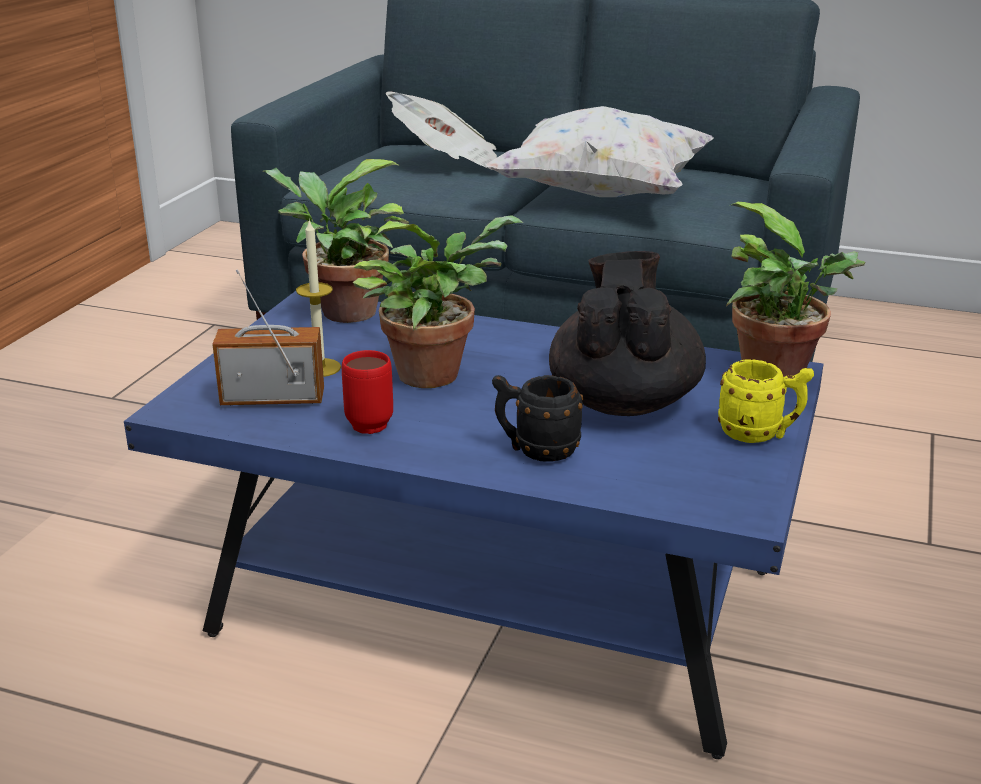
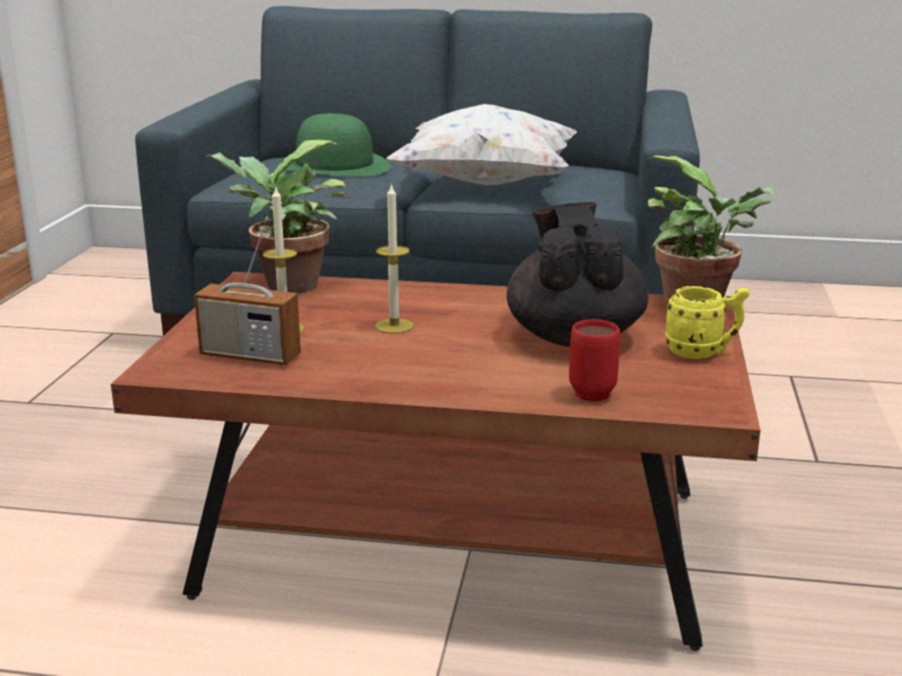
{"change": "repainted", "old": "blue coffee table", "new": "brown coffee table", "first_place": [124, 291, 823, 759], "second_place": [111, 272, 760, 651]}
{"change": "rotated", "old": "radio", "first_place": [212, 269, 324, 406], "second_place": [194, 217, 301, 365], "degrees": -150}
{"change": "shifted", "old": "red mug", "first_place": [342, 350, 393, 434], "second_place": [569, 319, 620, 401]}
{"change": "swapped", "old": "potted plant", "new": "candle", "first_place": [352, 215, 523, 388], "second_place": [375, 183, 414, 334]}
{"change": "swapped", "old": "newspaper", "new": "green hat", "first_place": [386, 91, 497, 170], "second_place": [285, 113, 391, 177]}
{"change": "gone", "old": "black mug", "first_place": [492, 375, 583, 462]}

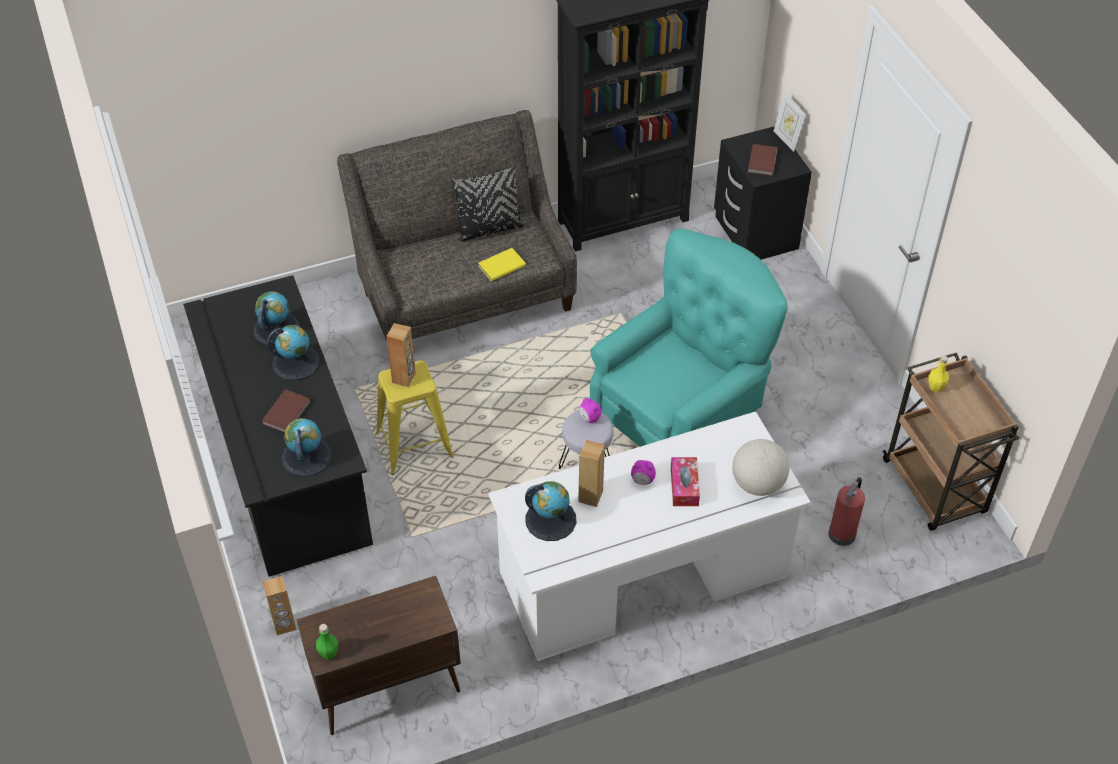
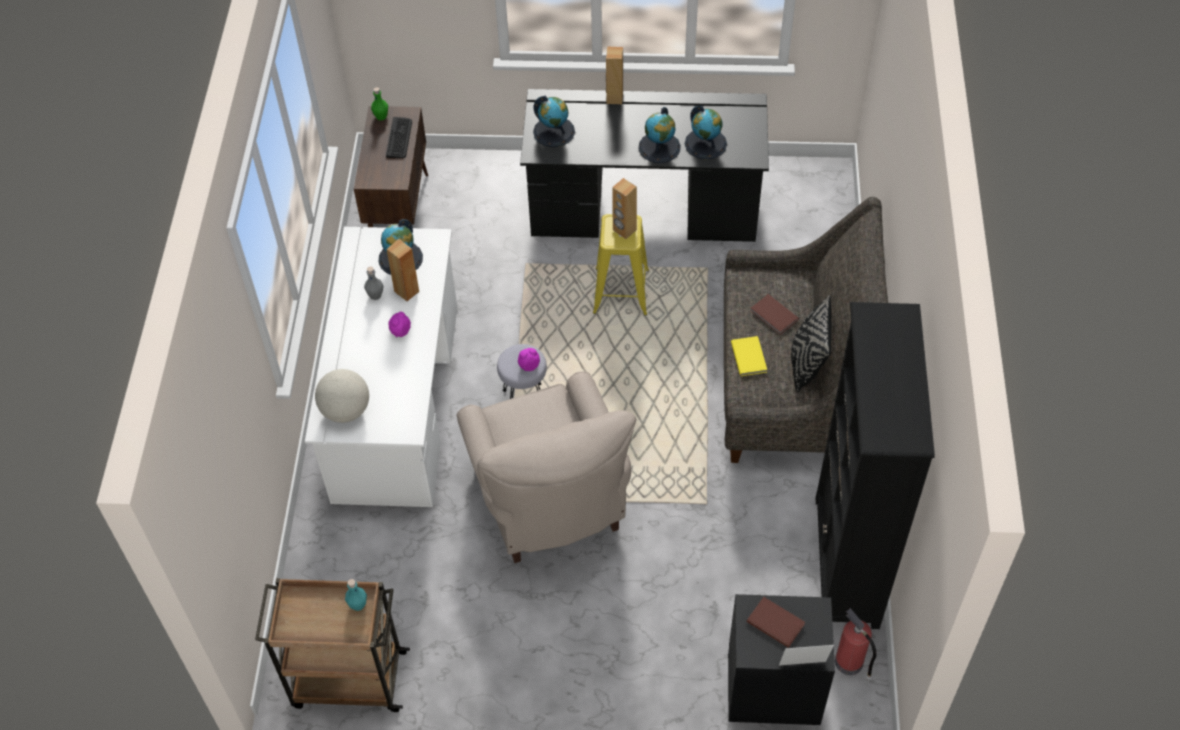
{"change": "shifted", "old": "brown book", "first_place": [261, 389, 311, 433], "second_place": [750, 294, 799, 335]}
{"change": "shifted", "old": "brown speaker", "first_place": [263, 576, 297, 635], "second_place": [606, 46, 623, 105]}
{"change": "repainted", "old": "turquoise armchair", "new": "beige armchair", "first_place": [590, 228, 788, 447], "second_place": [457, 371, 636, 563]}
{"change": "gone", "old": "tissue box", "first_place": [671, 457, 700, 506]}
{"change": "shifted", "old": "fire extinguisher", "first_place": [828, 477, 865, 546], "second_place": [835, 608, 876, 681]}
{"change": "repainted", "old": "yellow bottle", "new": "turquoise bottle", "first_place": [928, 356, 949, 392], "second_place": [345, 579, 367, 611]}
{"change": "new", "new": "grey bottle", "second_place": [364, 267, 383, 300]}
{"change": "new", "new": "keyboard", "second_place": [386, 117, 412, 158]}

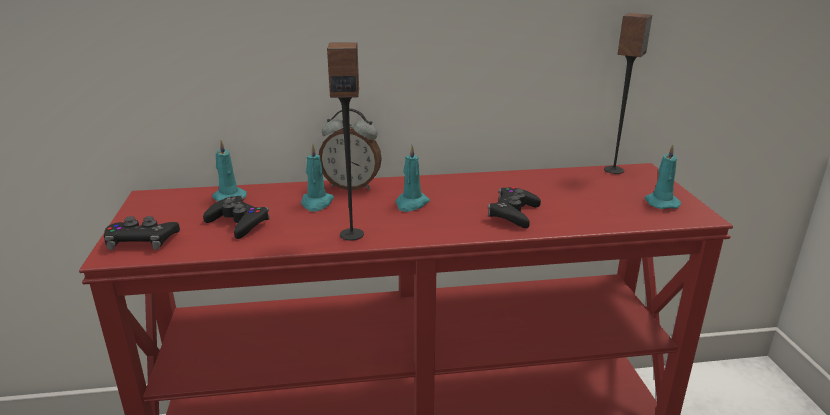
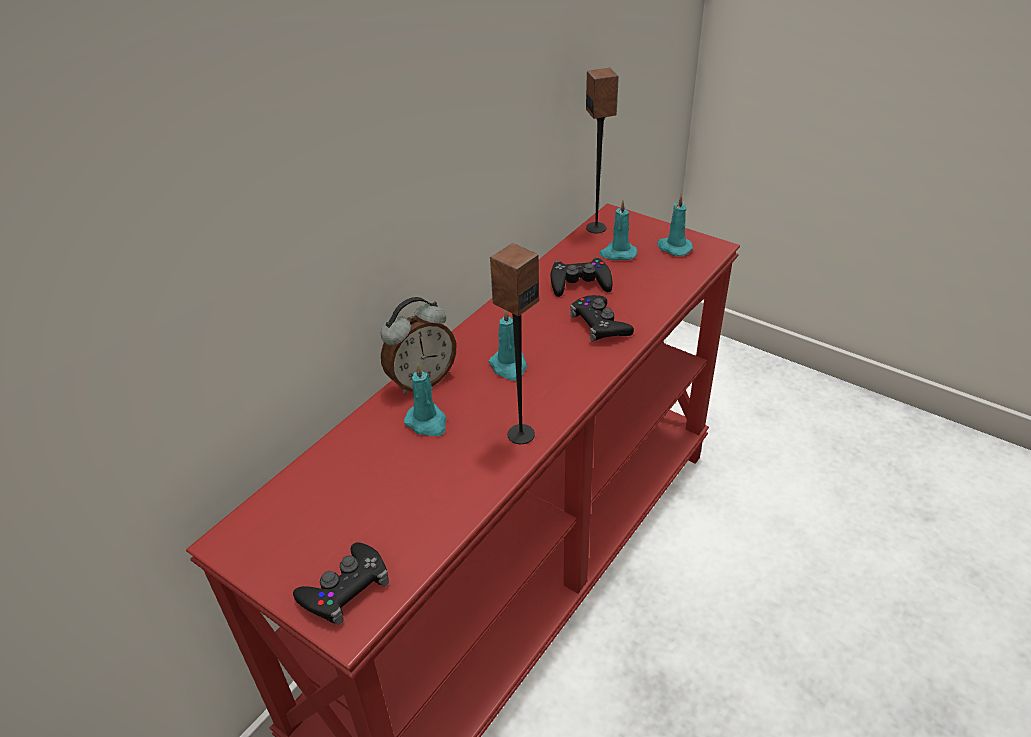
{"change": "shifted", "old": "black game controller", "first_place": [203, 196, 269, 239], "second_place": [550, 258, 612, 297]}
{"change": "shifted", "old": "turquoise candle", "first_place": [212, 140, 247, 202], "second_place": [599, 199, 637, 260]}

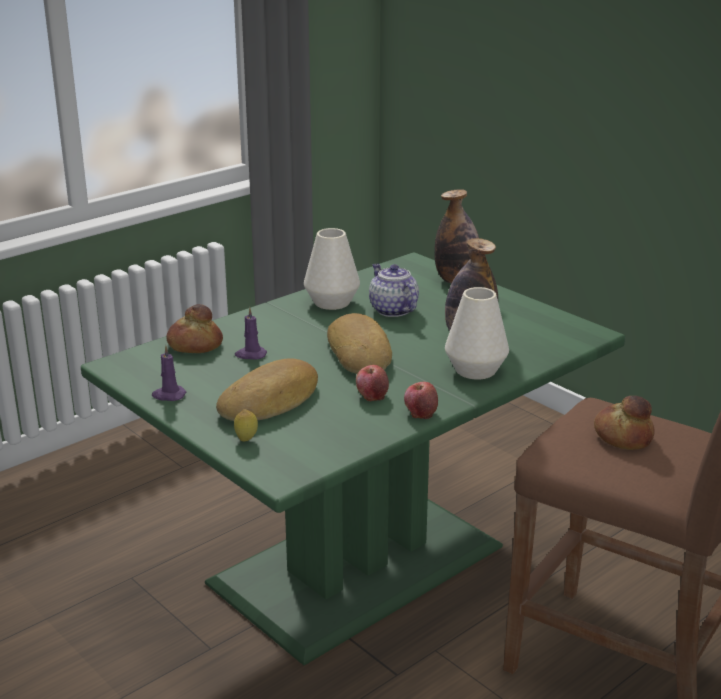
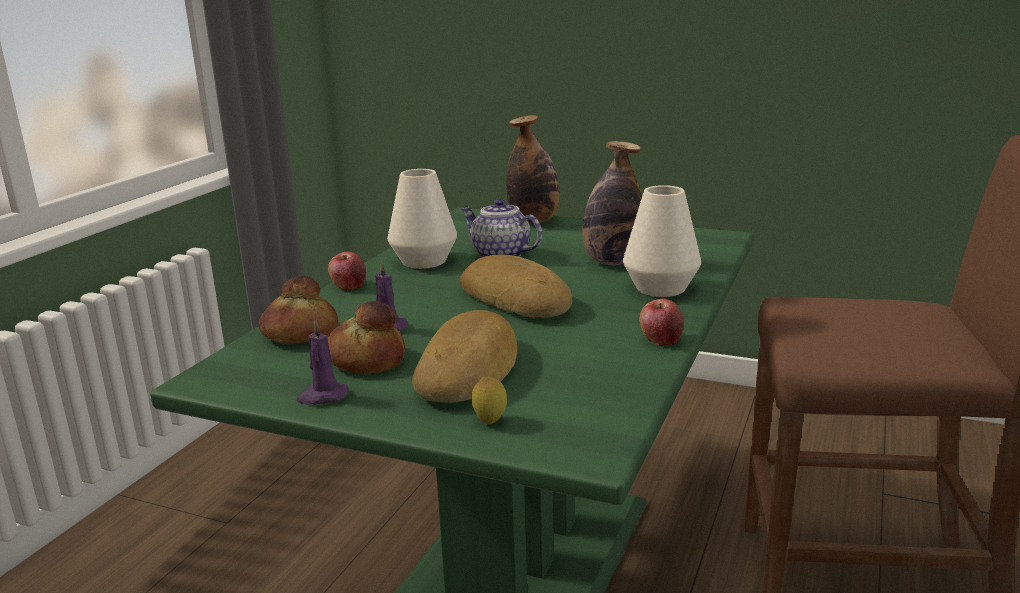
{"change": "shifted", "old": "apple", "first_place": [356, 365, 389, 401], "second_place": [328, 251, 366, 291]}
{"change": "shifted", "old": "bread", "first_place": [594, 396, 654, 450], "second_place": [328, 301, 405, 374]}

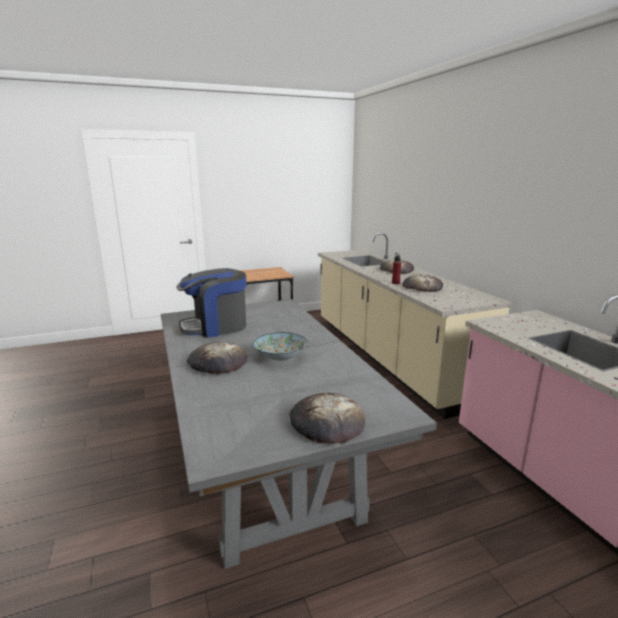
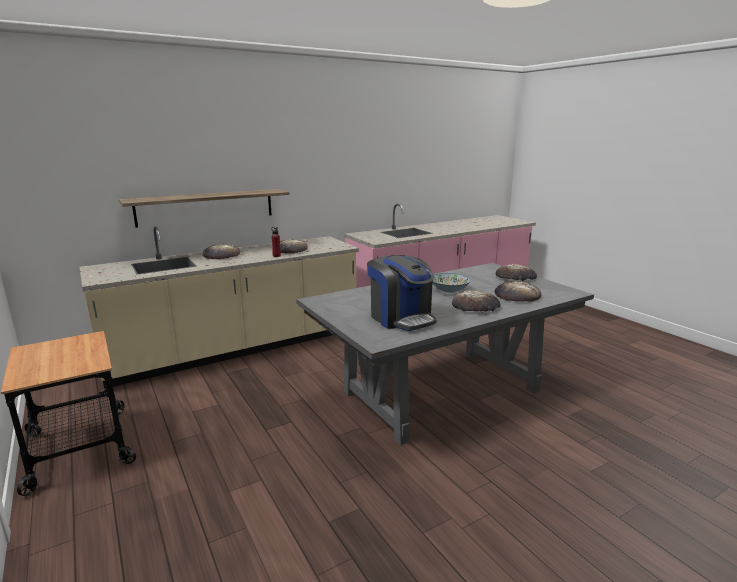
{"change": "new", "new": "shelf", "second_place": [119, 189, 290, 228]}
{"change": "new", "new": "bread", "second_place": [494, 281, 541, 302]}

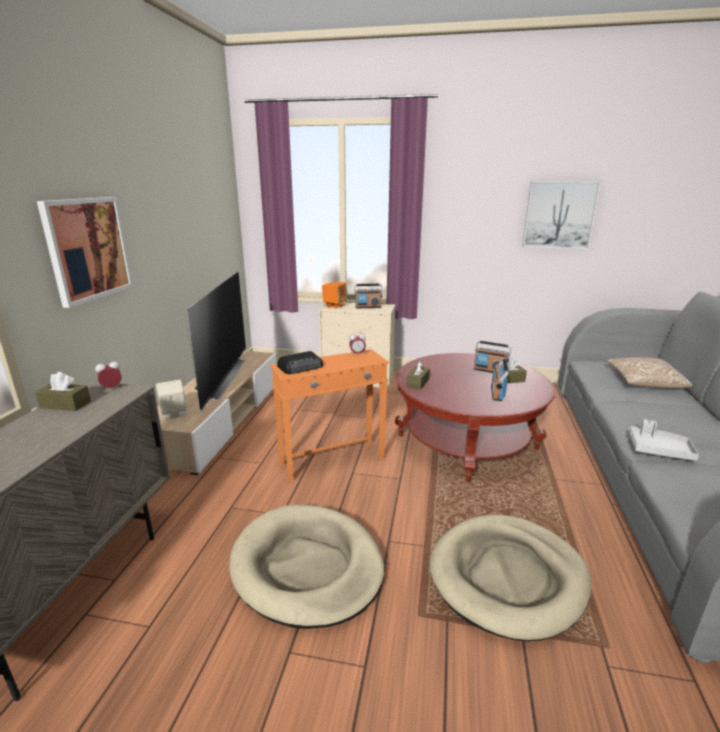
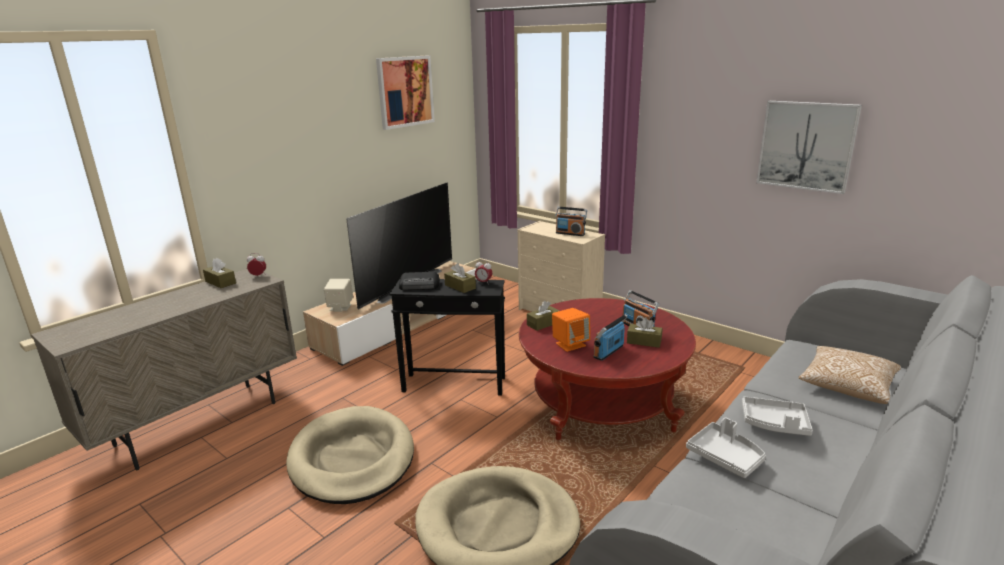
{"change": "shifted", "old": "picture", "first_place": [37, 197, 133, 308], "second_place": [376, 55, 435, 130]}
{"change": "repainted", "old": "orange side table", "new": "black side table", "first_place": [270, 349, 389, 483], "second_place": [390, 279, 505, 395]}
{"change": "shifted", "old": "orange speaker", "first_place": [322, 282, 348, 308], "second_place": [552, 308, 590, 352]}
{"change": "new", "new": "brown tissue box", "second_place": [444, 263, 476, 293]}
{"change": "new", "new": "grey tray", "second_place": [742, 396, 813, 436]}

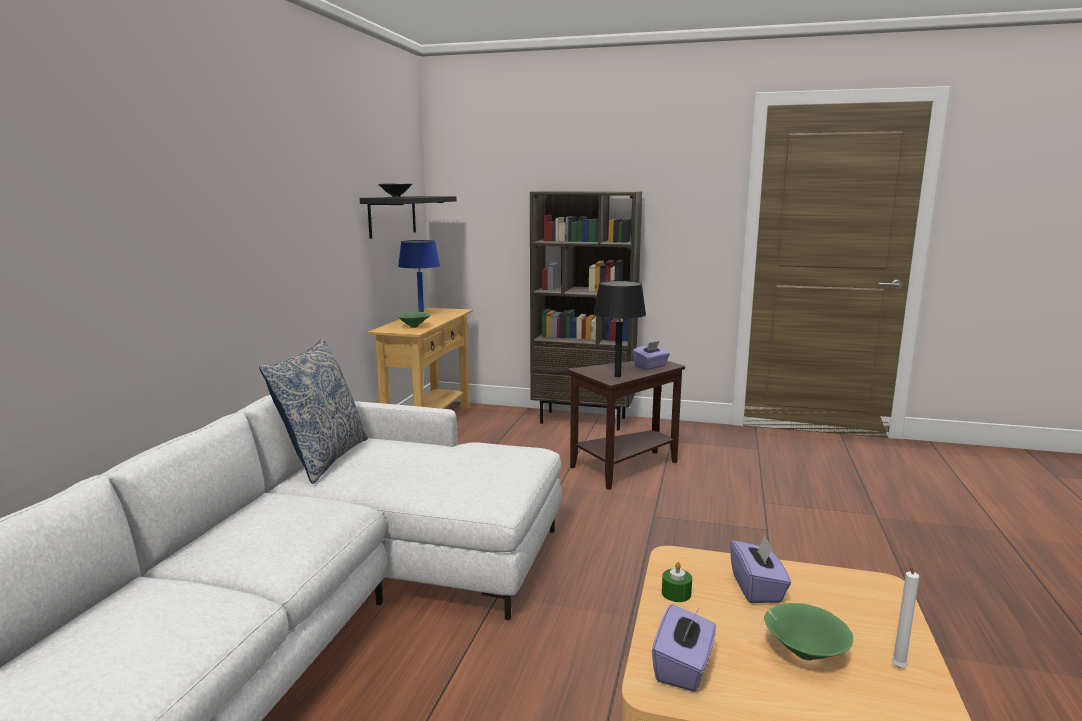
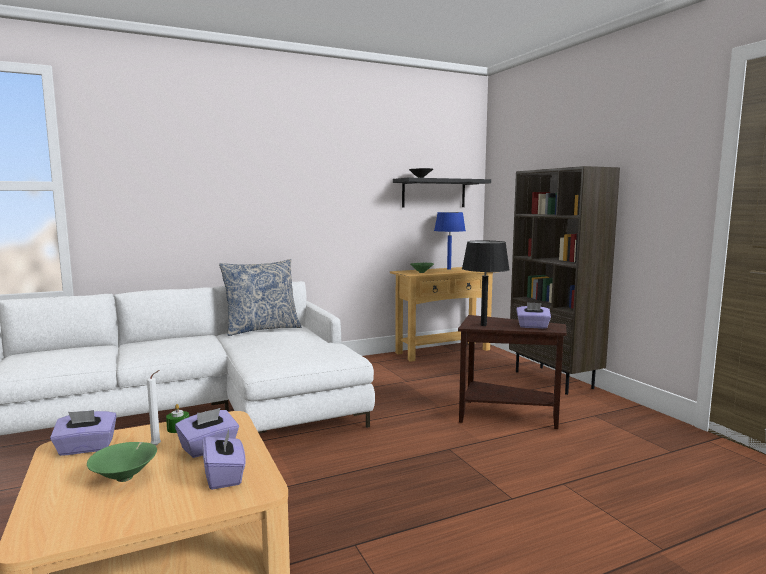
{"change": "shifted", "old": "white candle", "first_place": [892, 557, 919, 668], "second_place": [147, 370, 161, 446]}
{"change": "new", "new": "purple tissue box", "second_place": [202, 429, 246, 490]}

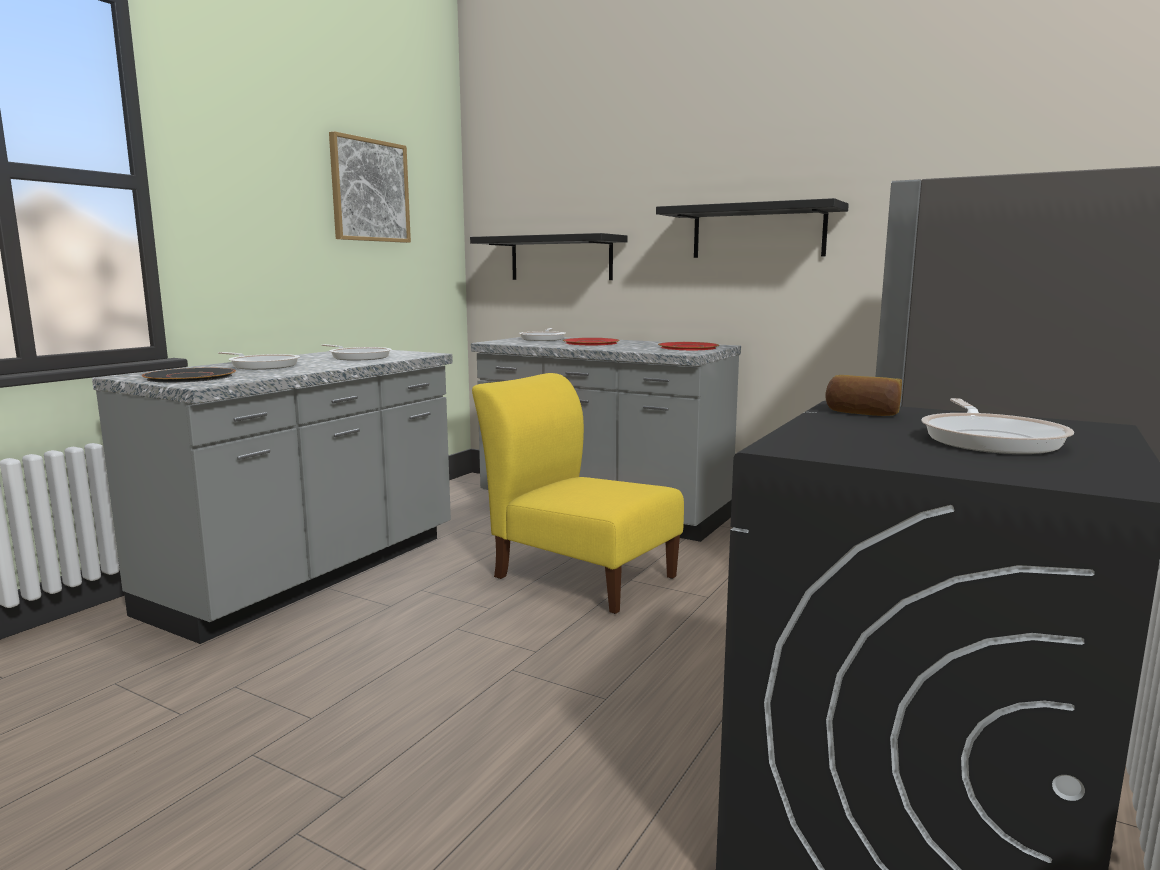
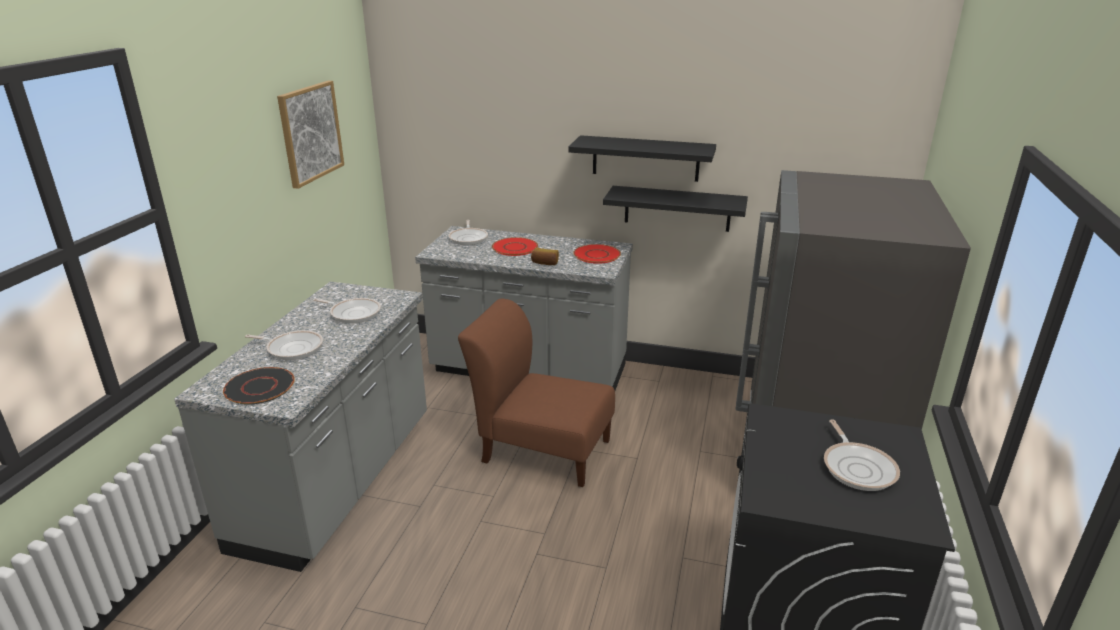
{"change": "shifted", "old": "black shelf", "first_place": [470, 233, 628, 280], "second_place": [603, 186, 748, 232]}
{"change": "repainted", "old": "yellow chair", "new": "brown chair", "first_place": [472, 373, 684, 614], "second_place": [458, 299, 615, 487]}
{"change": "shifted", "old": "bread", "first_place": [825, 375, 902, 416], "second_place": [531, 248, 559, 265]}

